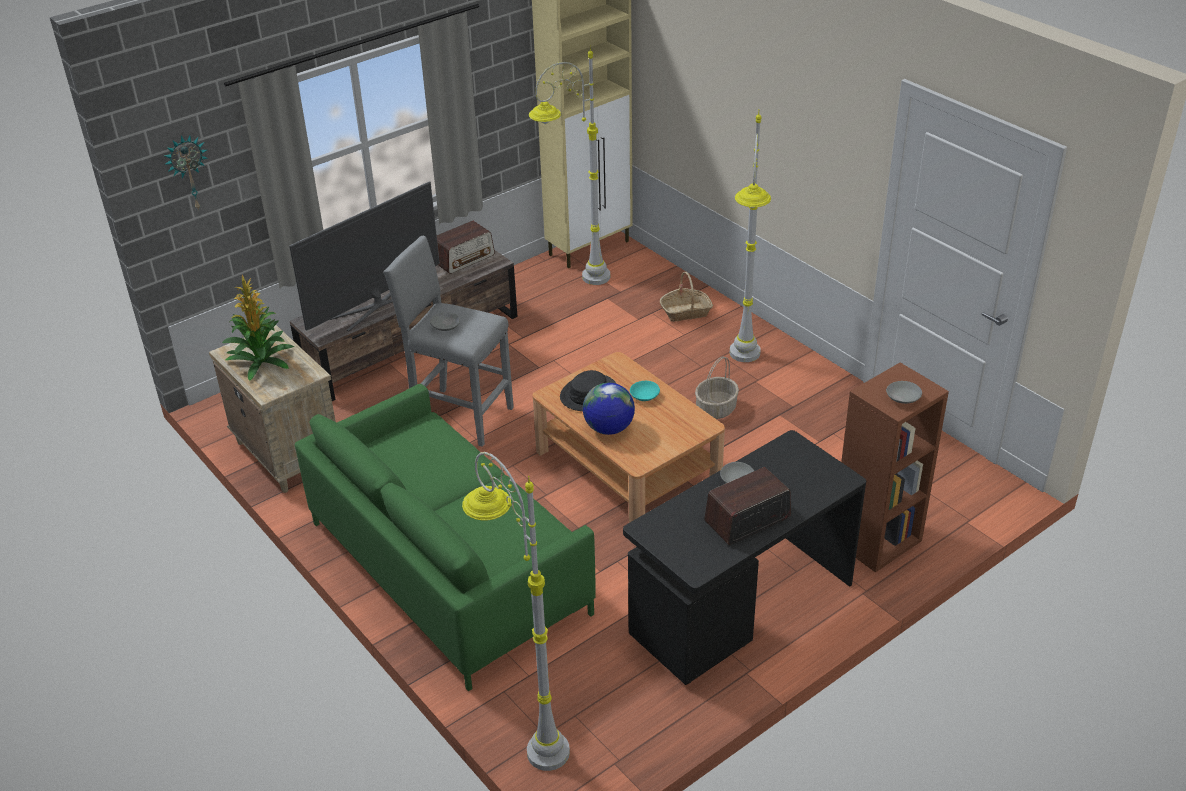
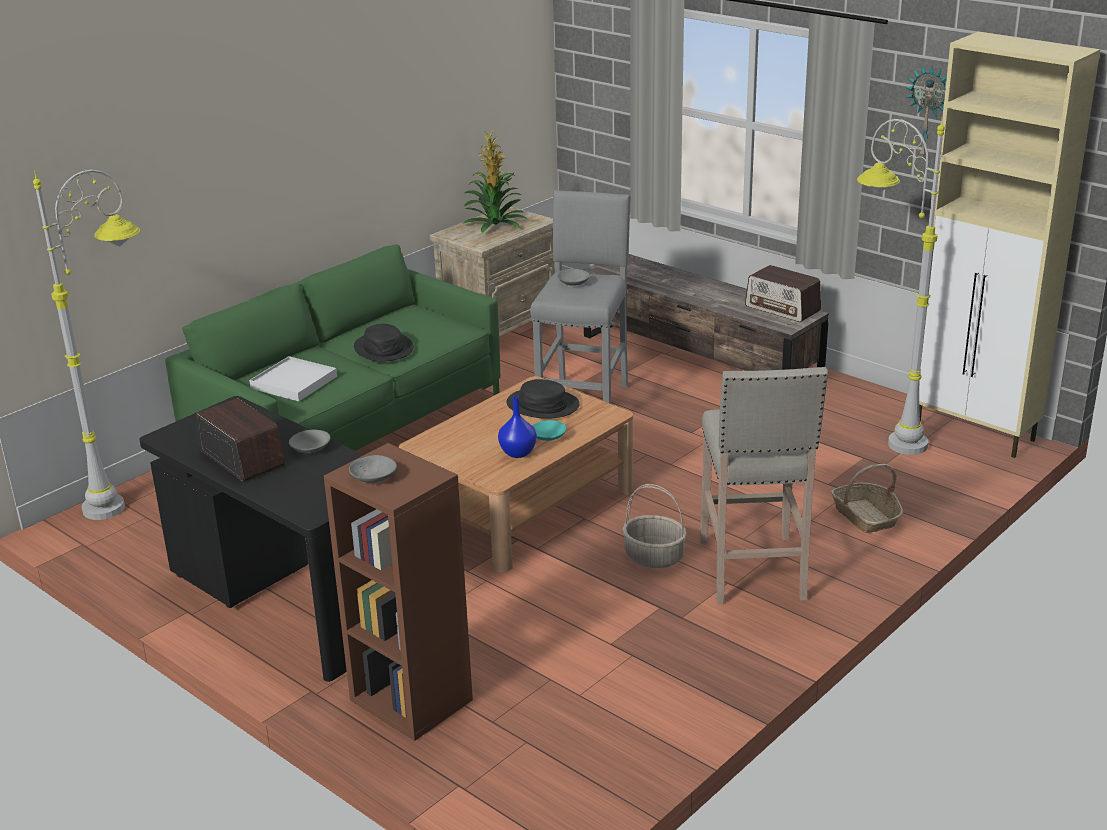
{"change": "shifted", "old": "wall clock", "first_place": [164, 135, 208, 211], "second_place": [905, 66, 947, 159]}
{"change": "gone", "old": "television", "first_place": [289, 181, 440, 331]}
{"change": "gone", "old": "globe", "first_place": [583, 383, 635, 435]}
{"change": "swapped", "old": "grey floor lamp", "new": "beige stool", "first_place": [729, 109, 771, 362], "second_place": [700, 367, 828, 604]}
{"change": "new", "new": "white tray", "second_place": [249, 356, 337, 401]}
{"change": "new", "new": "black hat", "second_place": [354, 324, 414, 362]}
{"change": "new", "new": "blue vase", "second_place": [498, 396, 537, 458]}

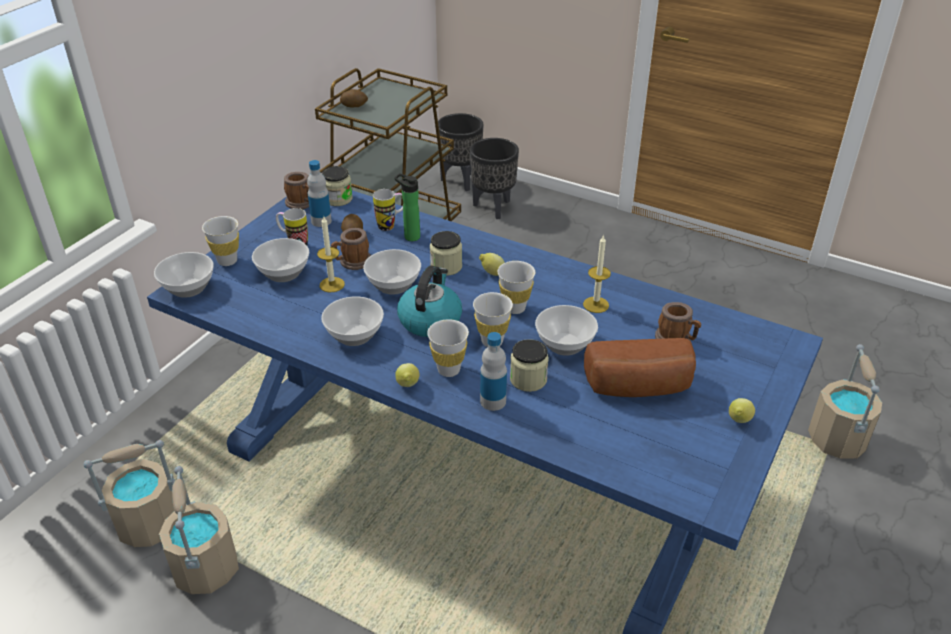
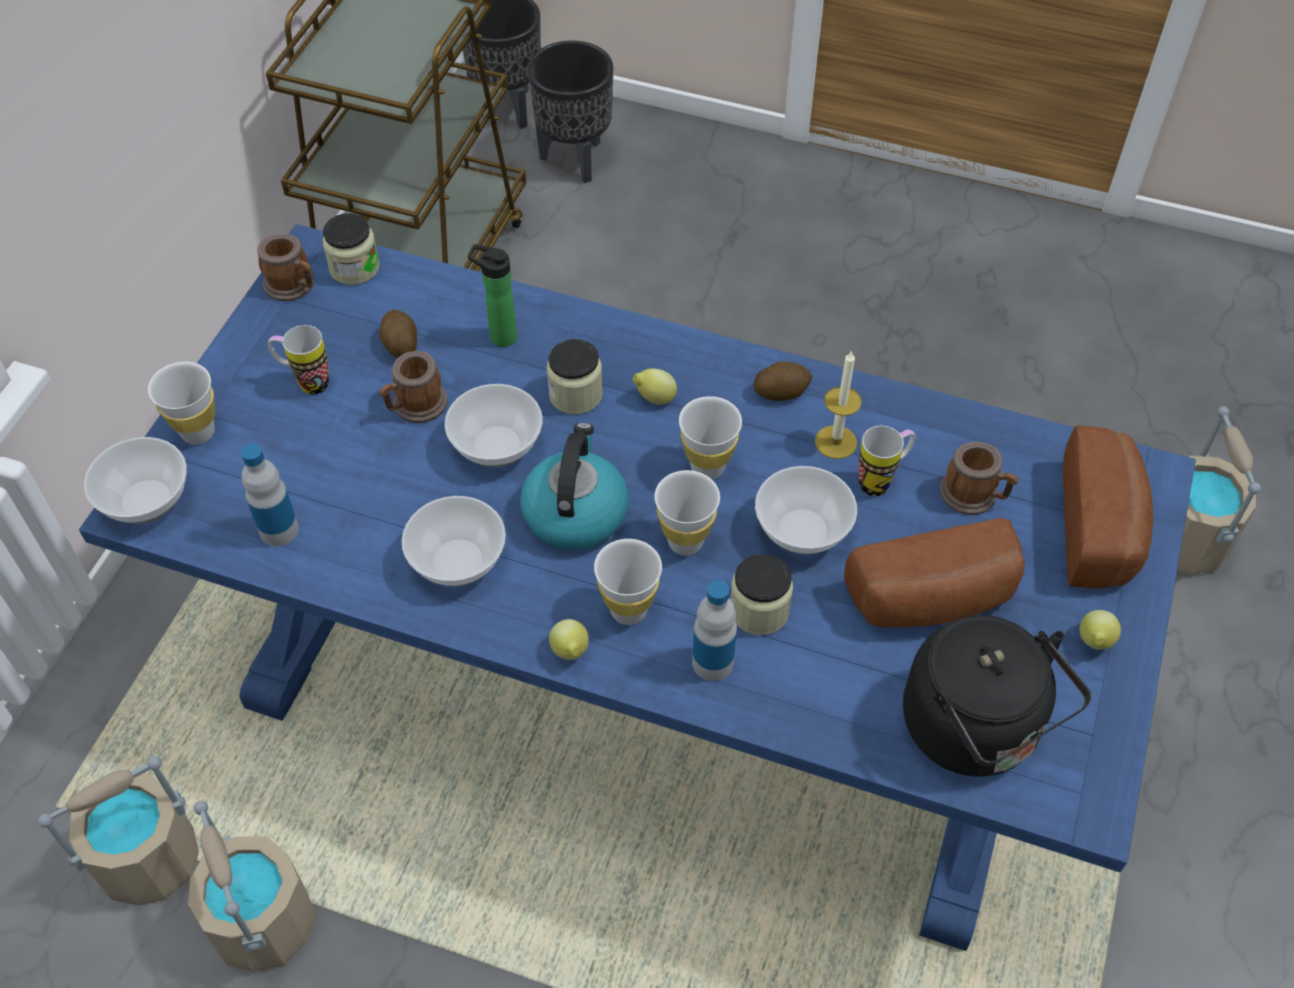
{"change": "gone", "old": "bowl", "first_place": [252, 238, 309, 282]}
{"change": "shifted", "old": "bottle", "first_place": [307, 160, 332, 227], "second_place": [241, 443, 299, 546]}
{"change": "gone", "old": "candle", "first_place": [317, 215, 345, 292]}
{"change": "shifted", "old": "potato", "first_place": [340, 89, 368, 107], "second_place": [753, 361, 813, 401]}
{"change": "shifted", "old": "mug", "first_place": [373, 189, 403, 231], "second_place": [859, 426, 916, 496]}
{"change": "new", "new": "black kettle", "second_place": [903, 615, 1091, 777]}
{"change": "new", "new": "bread", "second_place": [1063, 425, 1154, 589]}

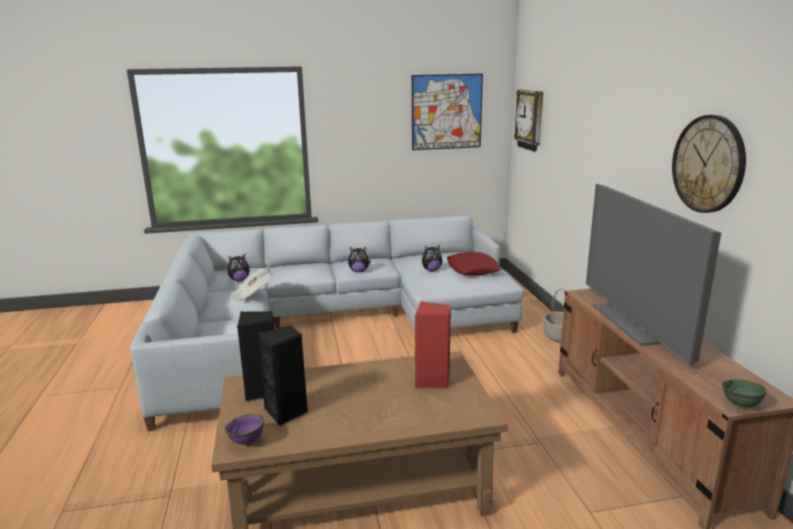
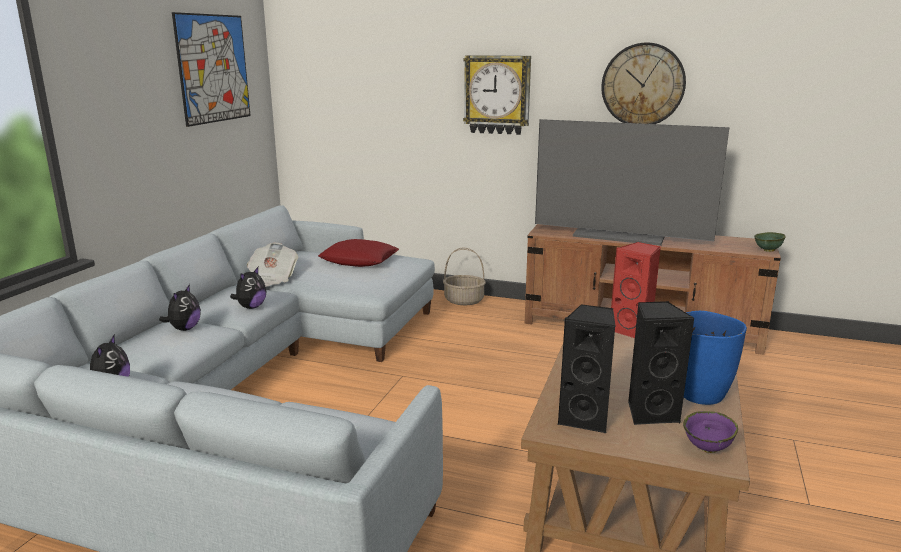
{"change": "shifted", "old": "newspaper", "first_place": [229, 267, 273, 301], "second_place": [247, 243, 298, 287]}
{"change": "shifted", "old": "plush toy", "first_place": [422, 245, 442, 271], "second_place": [159, 284, 201, 331]}
{"change": "shifted", "old": "wall clock", "first_place": [514, 90, 543, 152], "second_place": [463, 55, 531, 135]}
{"change": "new", "new": "blue vase", "second_place": [684, 311, 747, 405]}

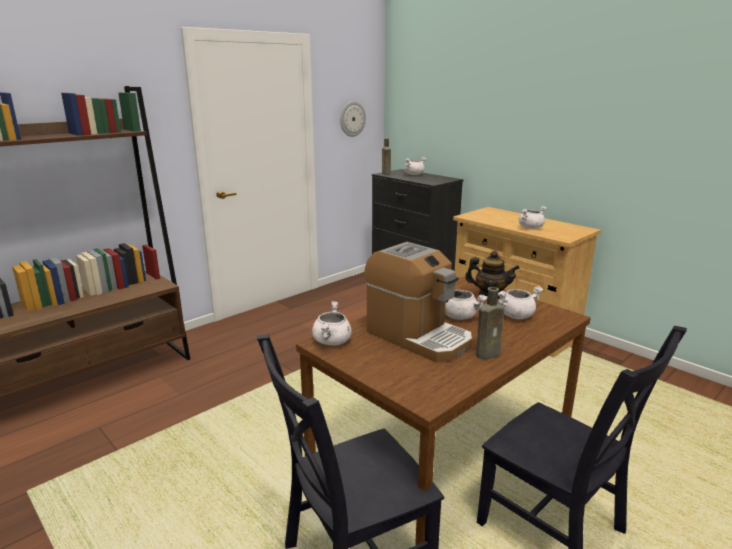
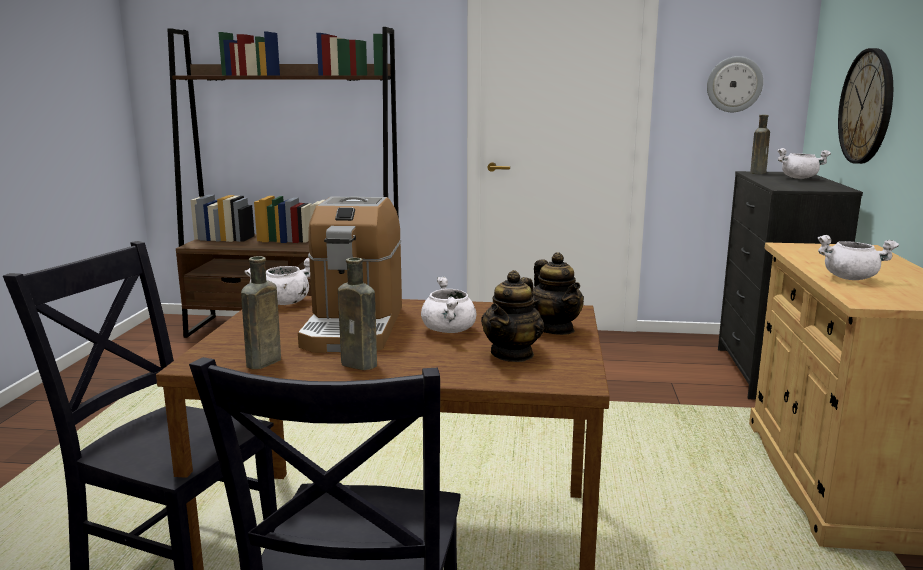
{"change": "swapped", "old": "white cooking pot", "new": "teapot", "first_place": [498, 286, 543, 319], "second_place": [481, 270, 544, 362]}
{"change": "new", "new": "brown bottle", "second_place": [241, 256, 281, 369]}
{"change": "new", "new": "wall clock", "second_place": [838, 48, 893, 164]}

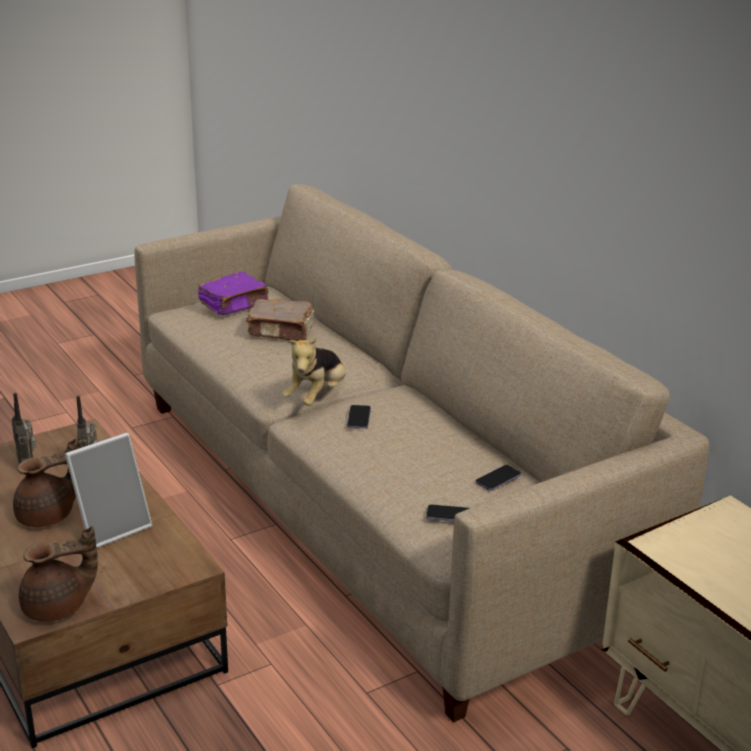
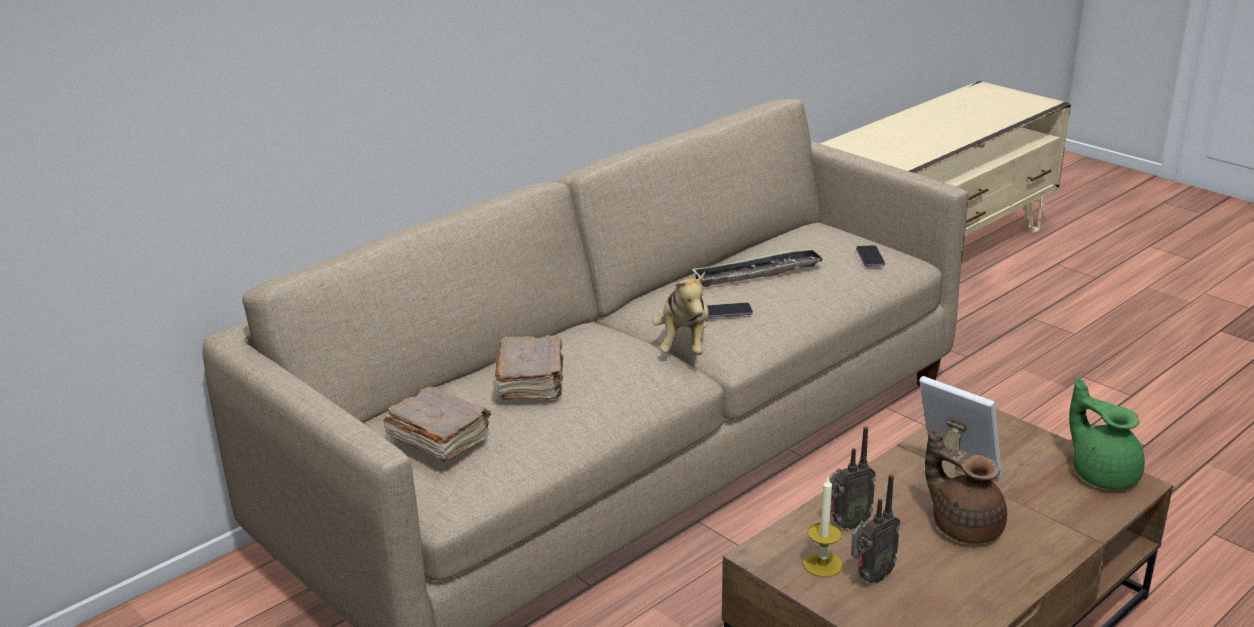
{"change": "repainted", "old": "brown teapot", "new": "green teapot", "first_place": [19, 526, 98, 622], "second_place": [1069, 378, 1145, 489]}
{"change": "repainted", "old": "purple book", "new": "brown book", "first_place": [198, 272, 268, 315], "second_place": [383, 387, 491, 462]}
{"change": "rotated", "old": "plush toy", "first_place": [282, 337, 345, 406], "second_place": [652, 272, 709, 355], "degrees": 75}
{"change": "gone", "old": "phone", "first_place": [475, 465, 521, 491]}
{"change": "new", "new": "tray", "second_place": [691, 247, 825, 287]}
{"change": "new", "new": "candle", "second_place": [803, 476, 843, 577]}

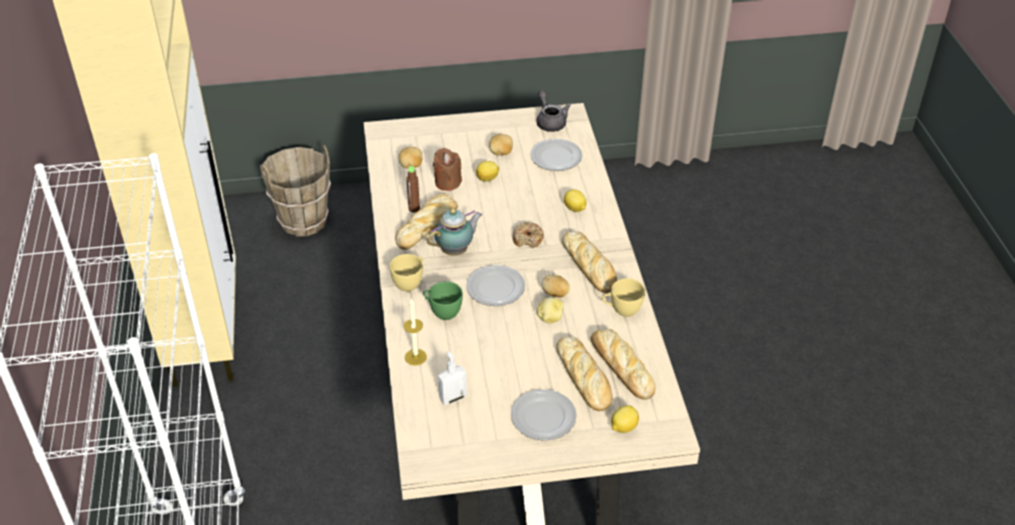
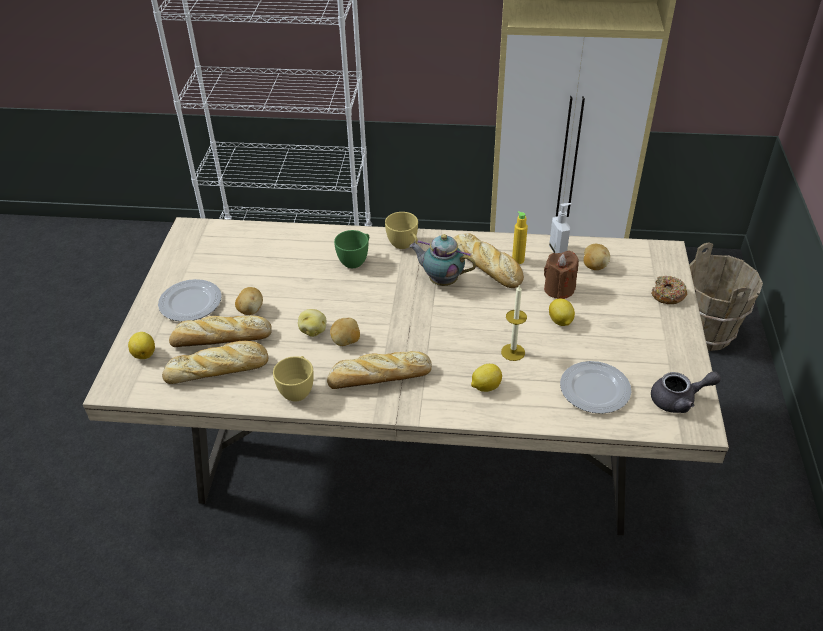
{"change": "shifted", "old": "candle", "first_place": [404, 298, 427, 366], "second_place": [501, 284, 527, 361]}
{"change": "repainted", "old": "brown bottle", "new": "yellow bottle", "first_place": [406, 166, 420, 213], "second_place": [512, 211, 528, 264]}
{"change": "rotated", "old": "teapot", "first_place": [427, 209, 482, 256], "second_place": [409, 234, 476, 286], "degrees": 135}
{"change": "shifted", "old": "soap dispenser", "first_place": [438, 351, 467, 405], "second_place": [549, 203, 571, 253]}
{"change": "gone", "old": "plate", "first_place": [466, 265, 525, 306]}
{"change": "shifted", "old": "potato", "first_place": [489, 134, 513, 155], "second_place": [235, 287, 263, 315]}
{"change": "shifted", "old": "donut", "first_place": [512, 222, 544, 248], "second_place": [651, 276, 687, 304]}

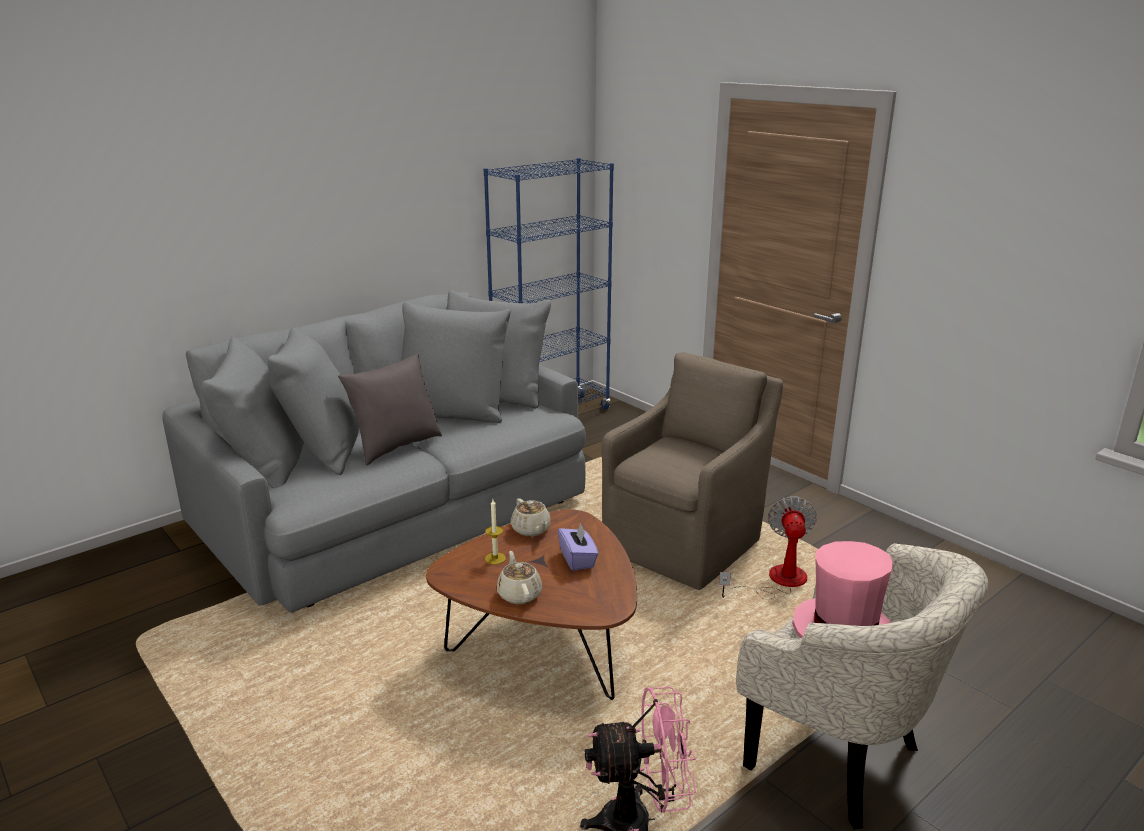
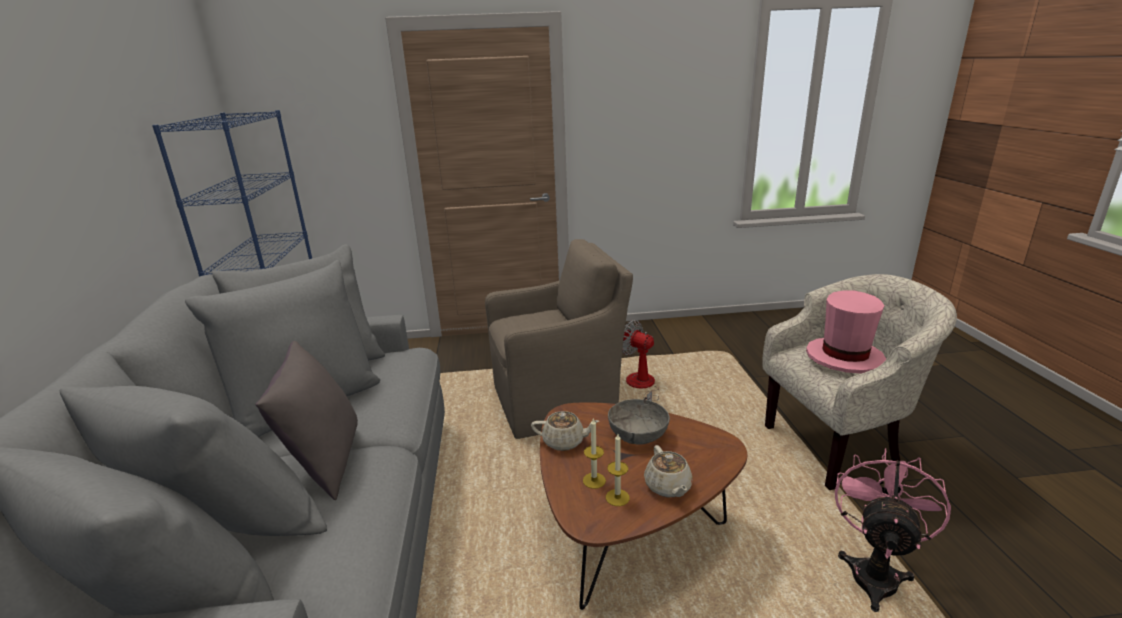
{"change": "rotated", "old": "beige teapot", "first_place": [497, 551, 542, 604], "second_place": [644, 445, 693, 497], "degrees": -120}
{"change": "swapped", "old": "purple tissue box", "new": "grey bowl", "first_place": [558, 523, 598, 571], "second_place": [608, 399, 670, 444]}
{"change": "rotated", "old": "brown armchair", "first_place": [601, 352, 783, 590], "second_place": [485, 239, 633, 439], "degrees": 90}
{"change": "new", "new": "candle", "second_place": [606, 434, 630, 506]}

